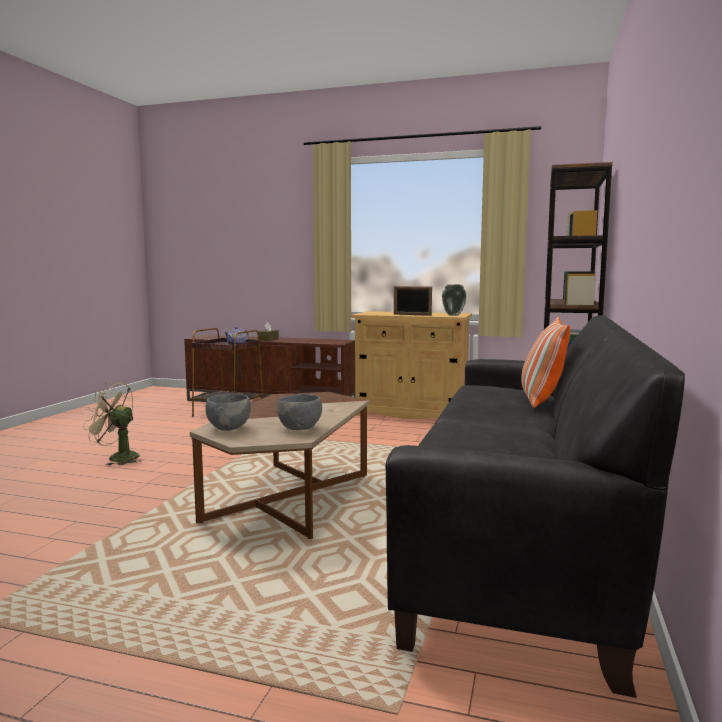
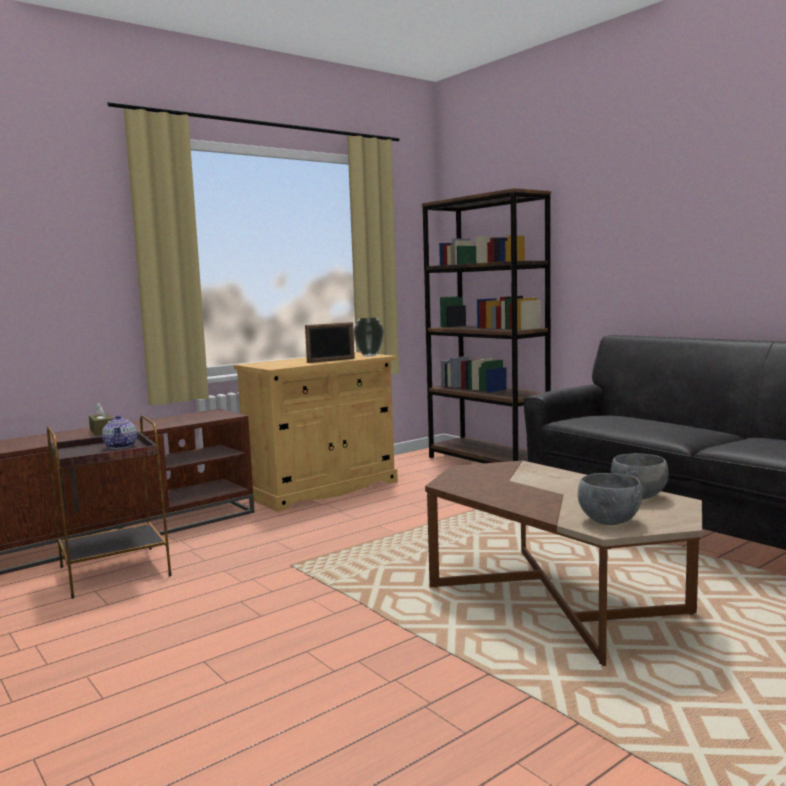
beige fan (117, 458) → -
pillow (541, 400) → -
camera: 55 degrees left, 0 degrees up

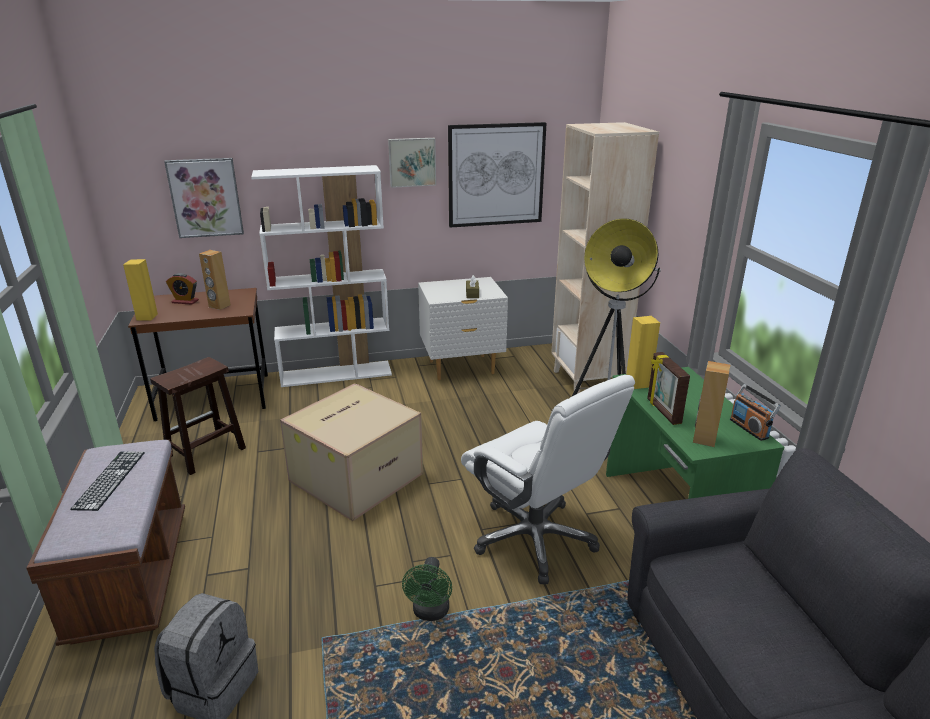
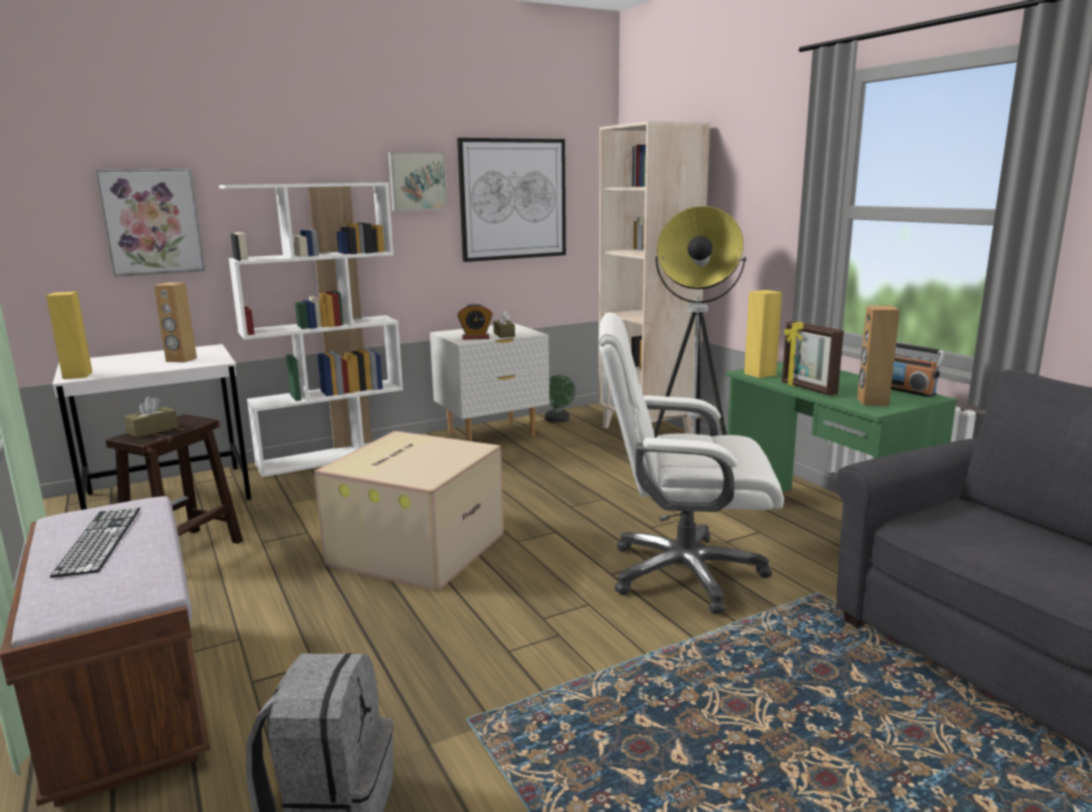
brown desk (215, 397) → white desk (169, 496)
- → brown tissue box (152, 430)
alarm clock (185, 301) → alarm clock (475, 338), shifted
green fan (430, 613) → green fan (558, 421), shifted
white office chair (535, 539) → white office chair (683, 572), 150 degrees clockwise
camera: 15 degrees left, 10 degrees down

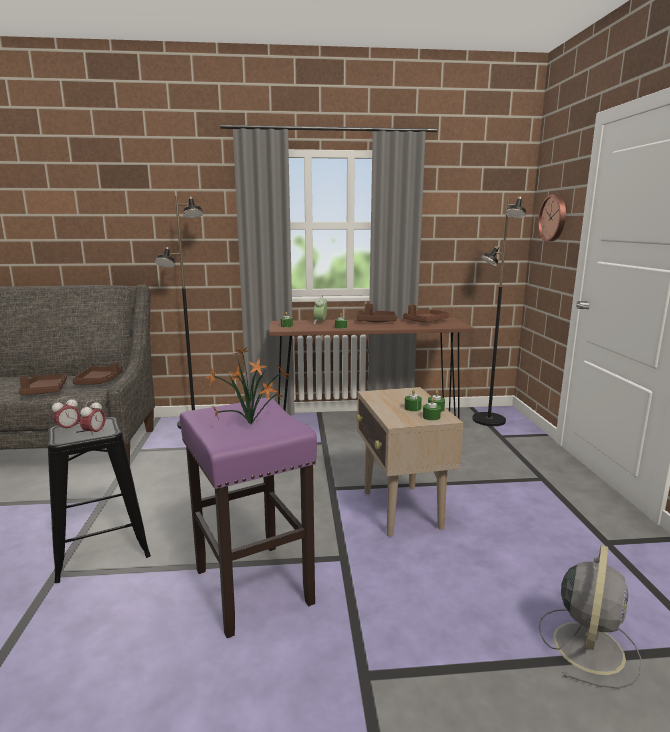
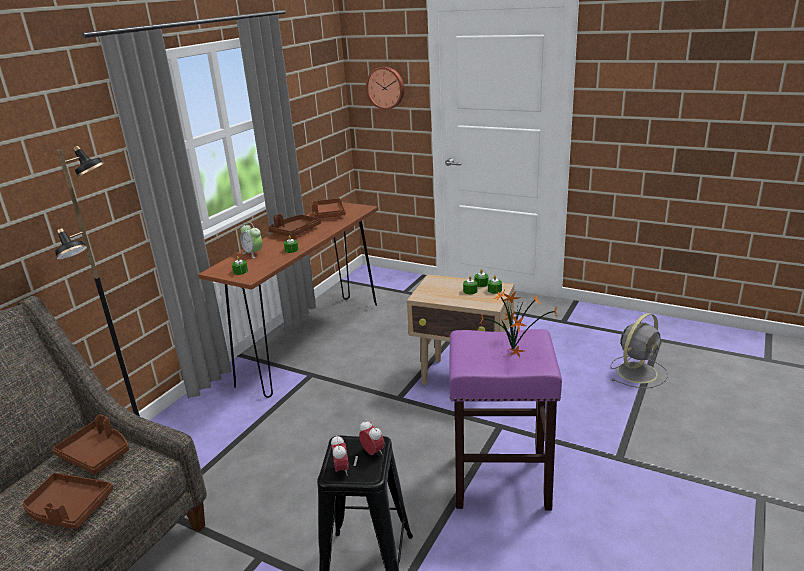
grey fan (588, 645) → grey fan (638, 371), 75 degrees clockwise
black floor lamp (488, 420) → -
camera: 55 degrees left, 10 degrees up

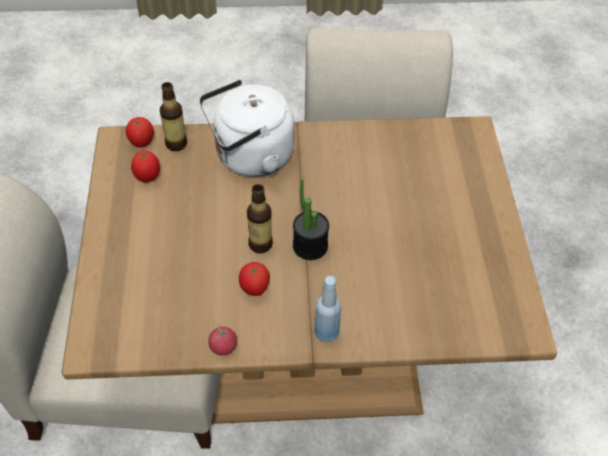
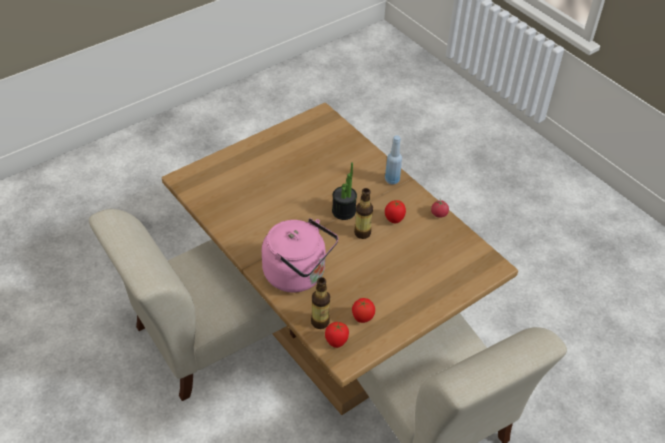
white kettle (250, 157) → pink kettle (298, 275)
camera: 125 degrees left, 5 degrees down

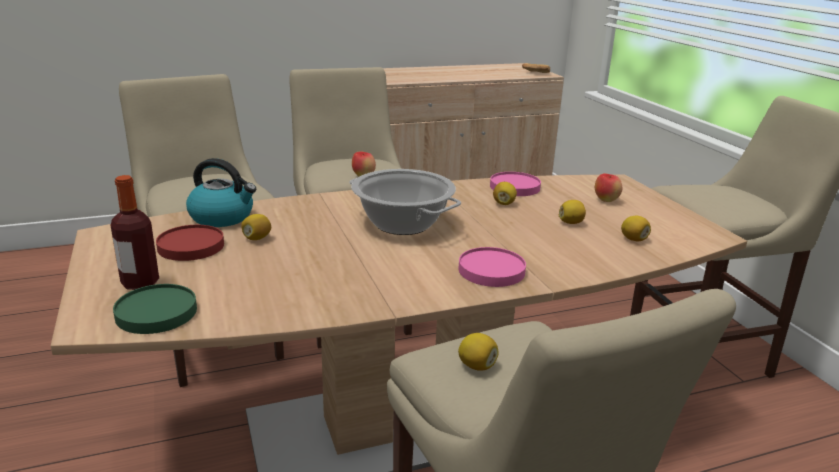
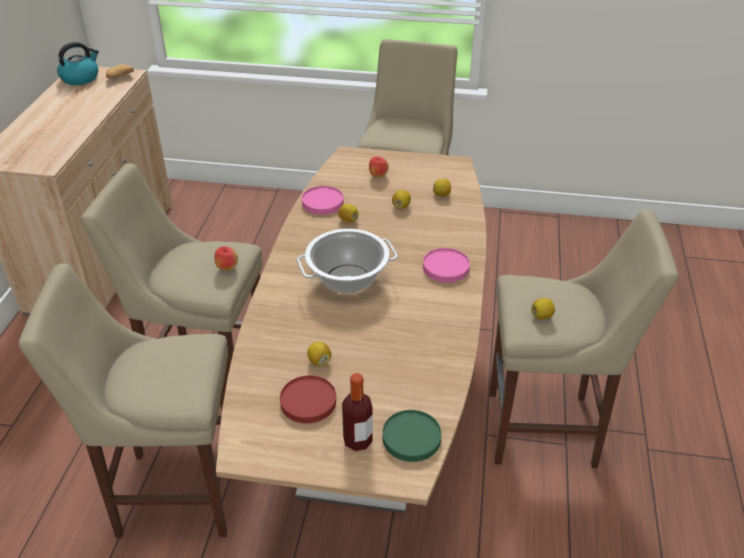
kettle (223, 217) → kettle (80, 78), shifted
camera: 60 degrees left, 15 degrees up

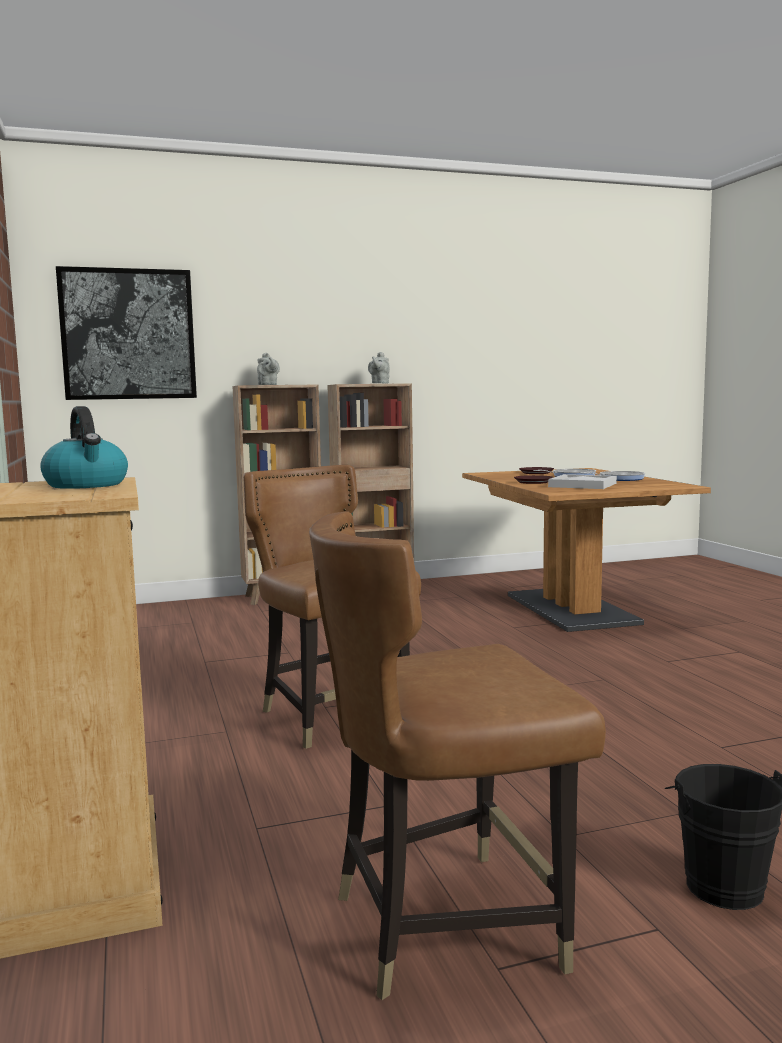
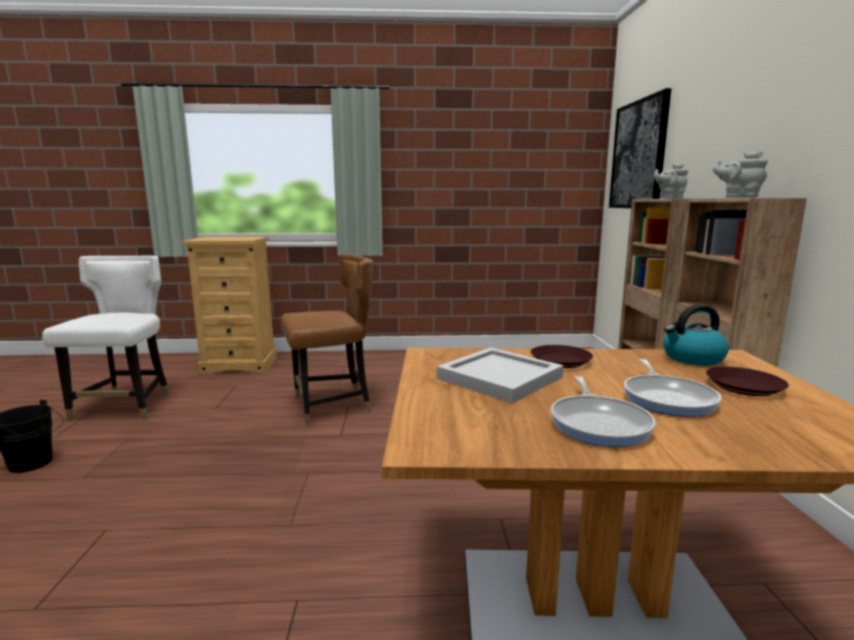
brown chair (445, 924) → white chair (125, 407)
kettle (87, 485) → kettle (692, 358), shifted
camera: 105 degrees right, 5 degrees up

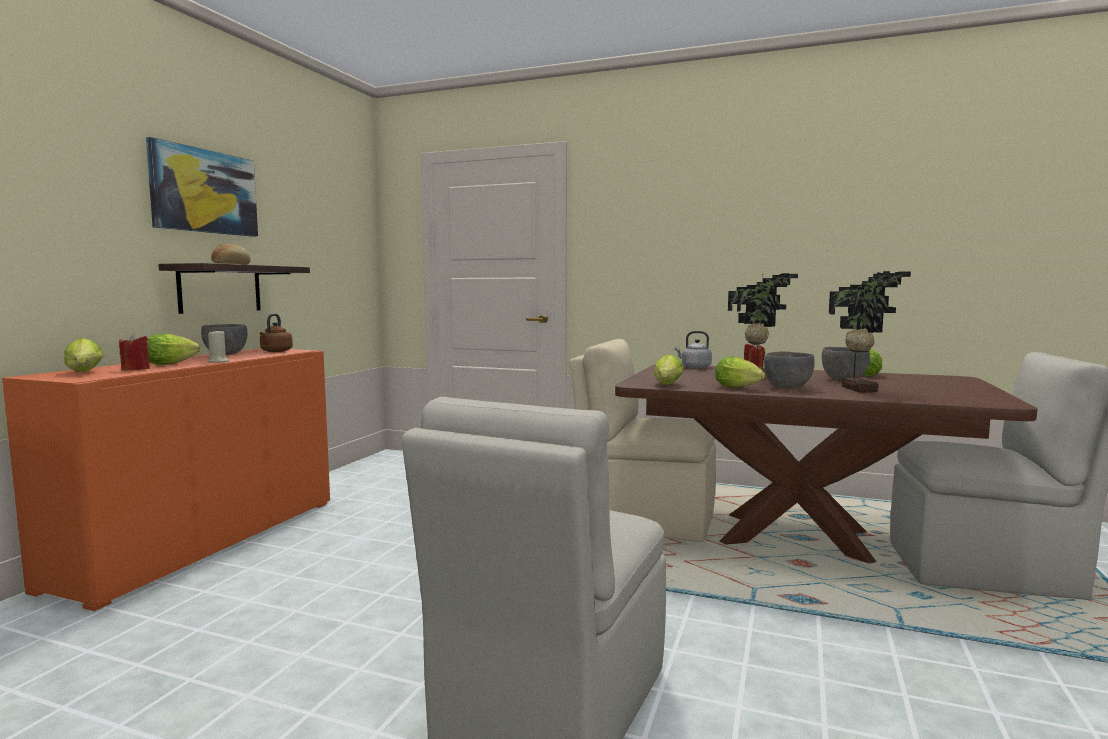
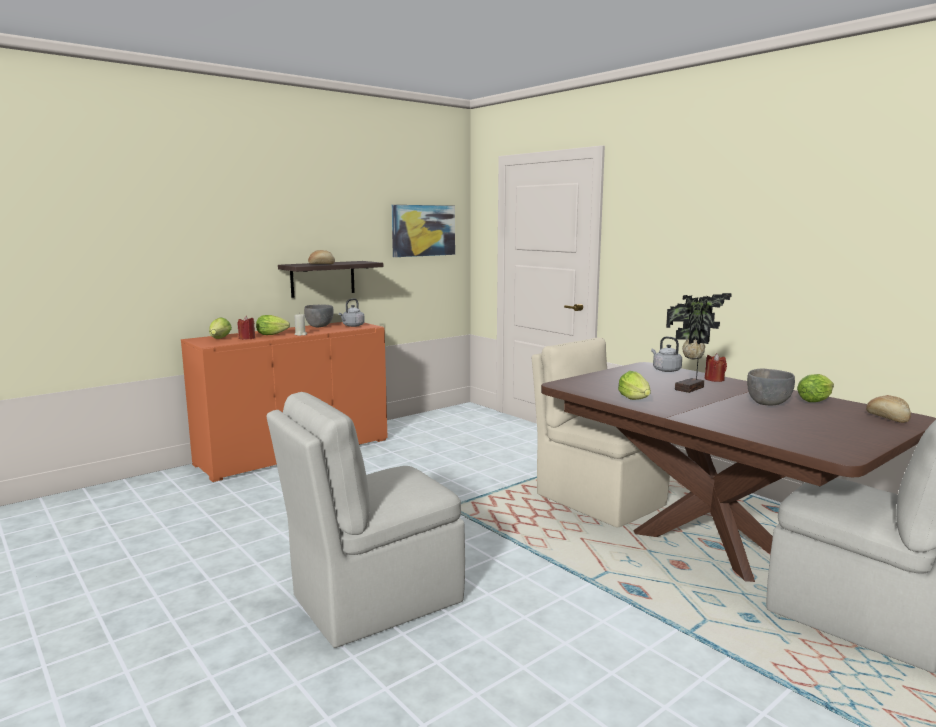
brown kettle (275, 351) → grey kettle (352, 326)
picture (204, 191) → picture (423, 230), shifted
- → bread (887, 418)
lettuce (667, 385) → -
grey bowl (787, 387) → -
potted plant (861, 389) → -
camera: 30 degrees right, 5 degrees up

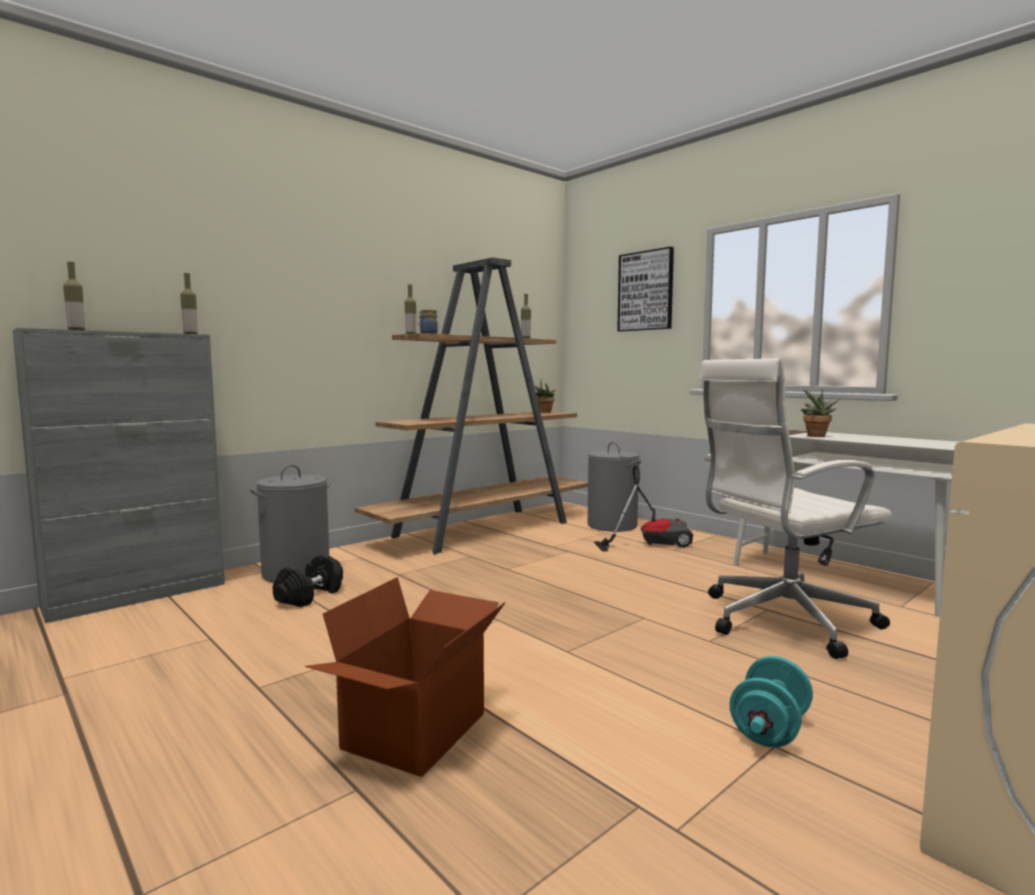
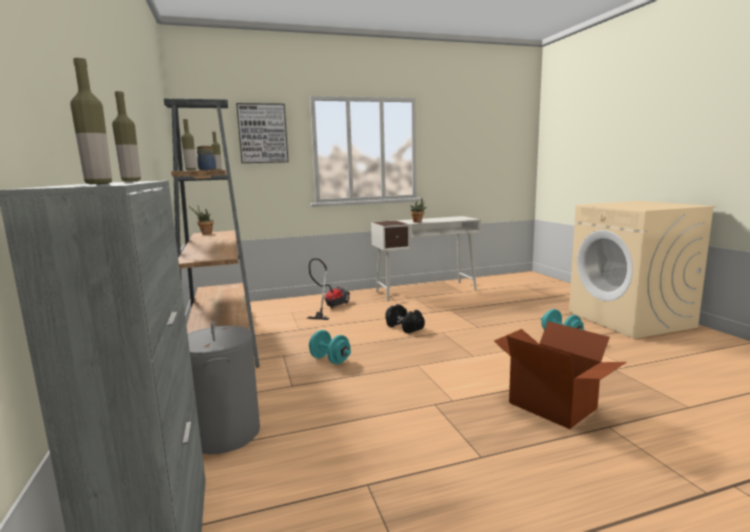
- → turquoise dumbbell (330, 360)
black dumbbell (310, 596) → black dumbbell (405, 327), shifted
grey laundry basket (612, 525) → -
white office chair (782, 620) → -
camera: 65 degrees left, 5 degrees up

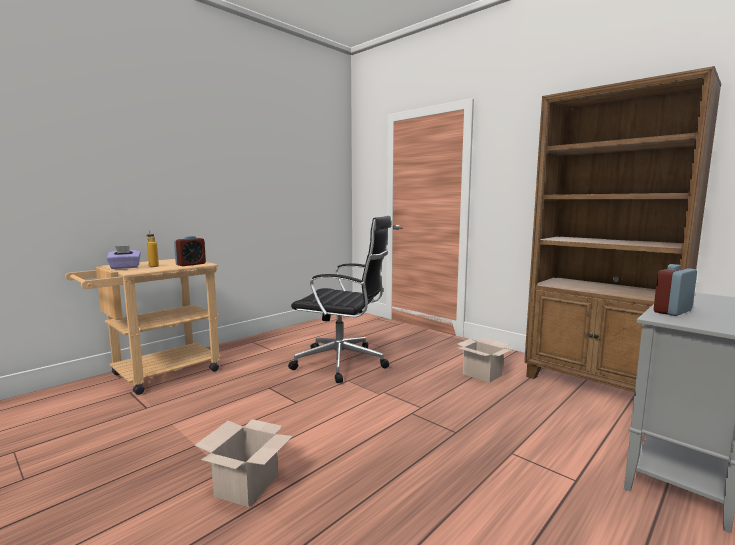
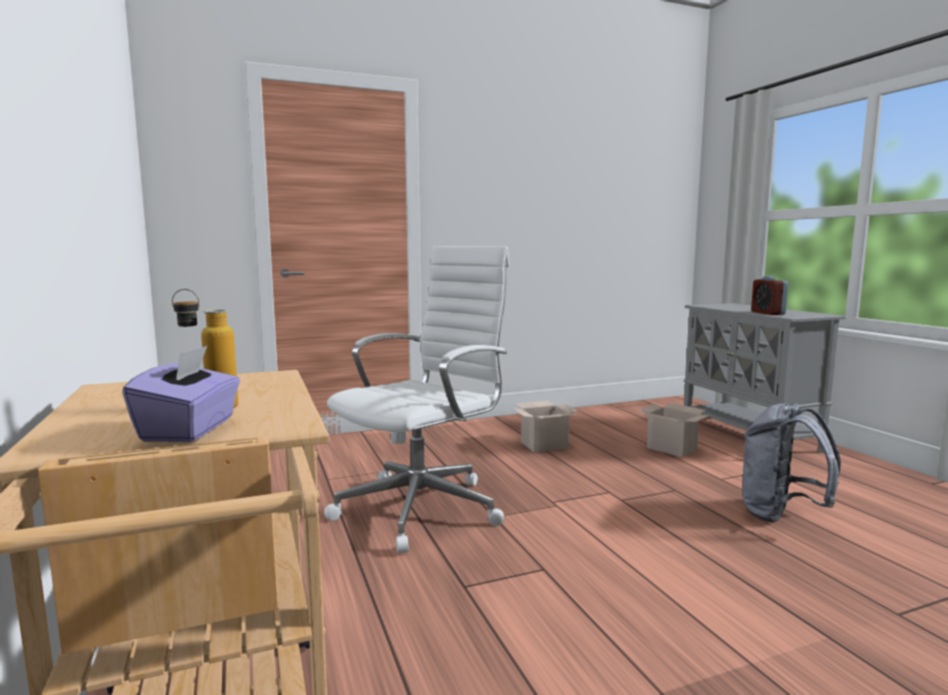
black office chair (343, 363) → white office chair (424, 507)
cardboard box (246, 487) → cardboard box (673, 448), shifted
- → grey backpack (781, 515)
alarm clock (191, 264) → -
brown bookcase (598, 386) → -
camera: 65 degrees left, 0 degrees up

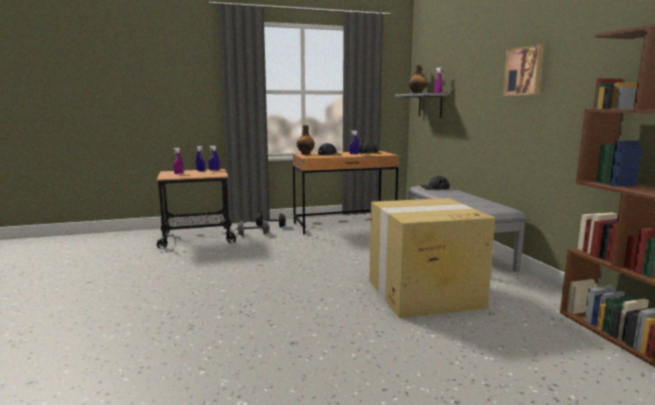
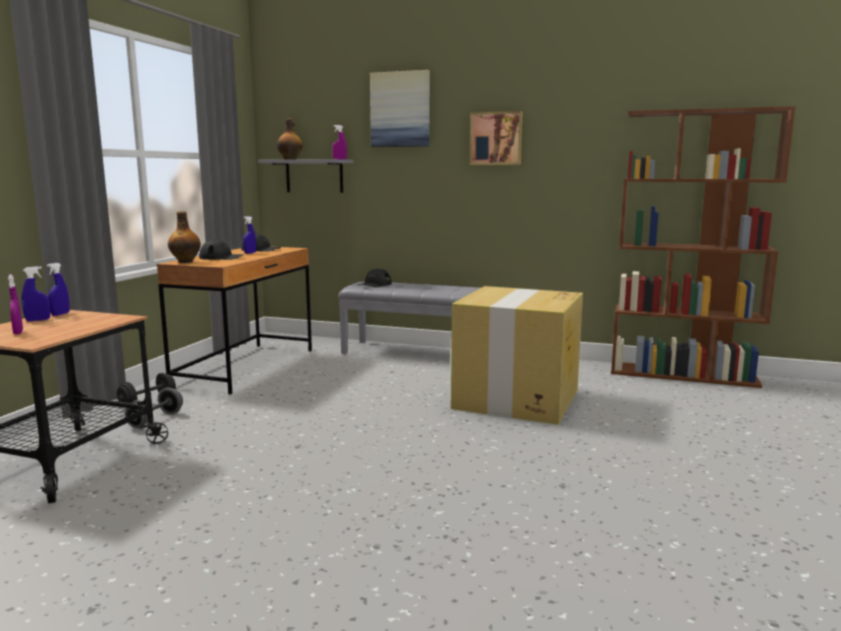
- → picture (400, 109)
camera: 55 degrees left, 0 degrees up

